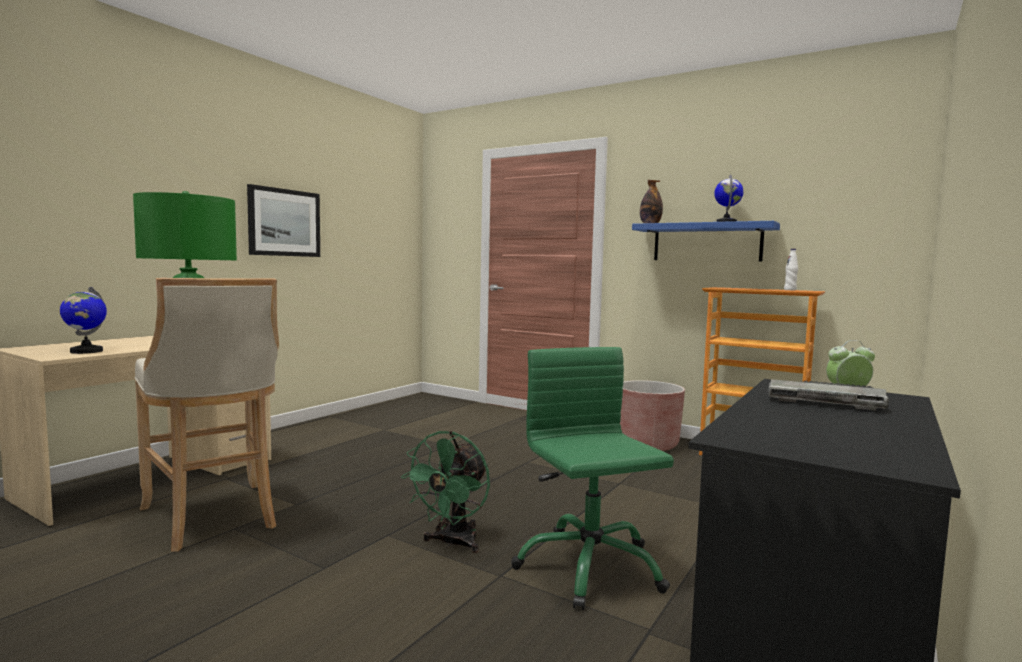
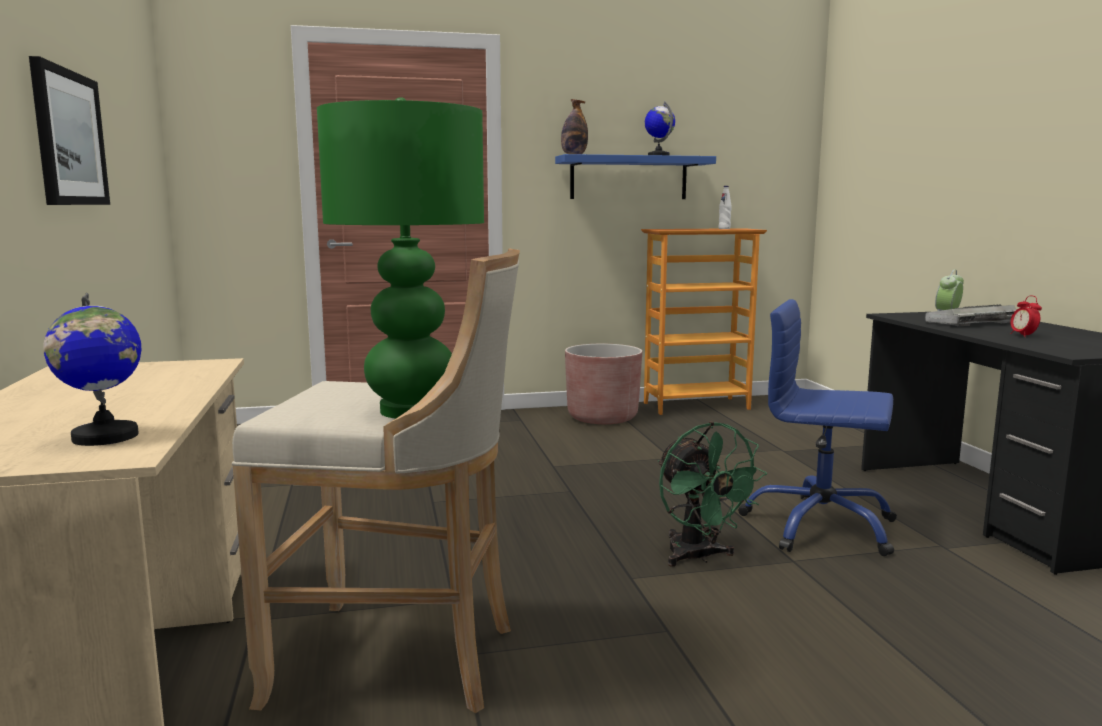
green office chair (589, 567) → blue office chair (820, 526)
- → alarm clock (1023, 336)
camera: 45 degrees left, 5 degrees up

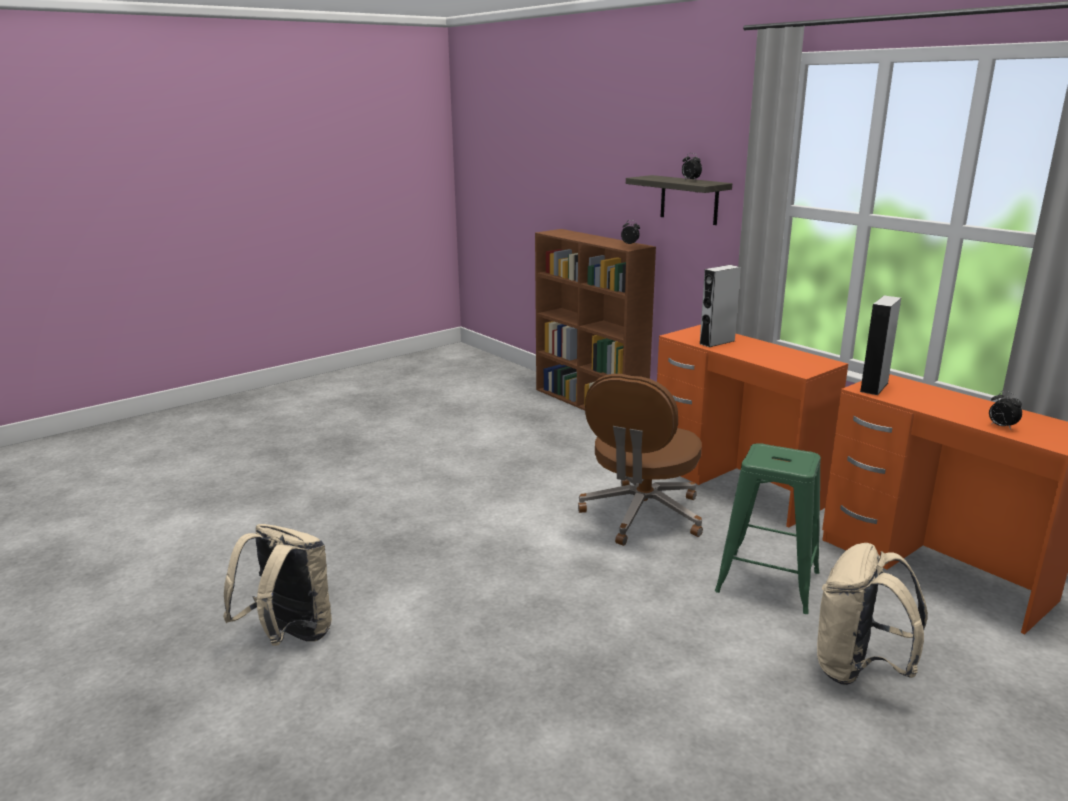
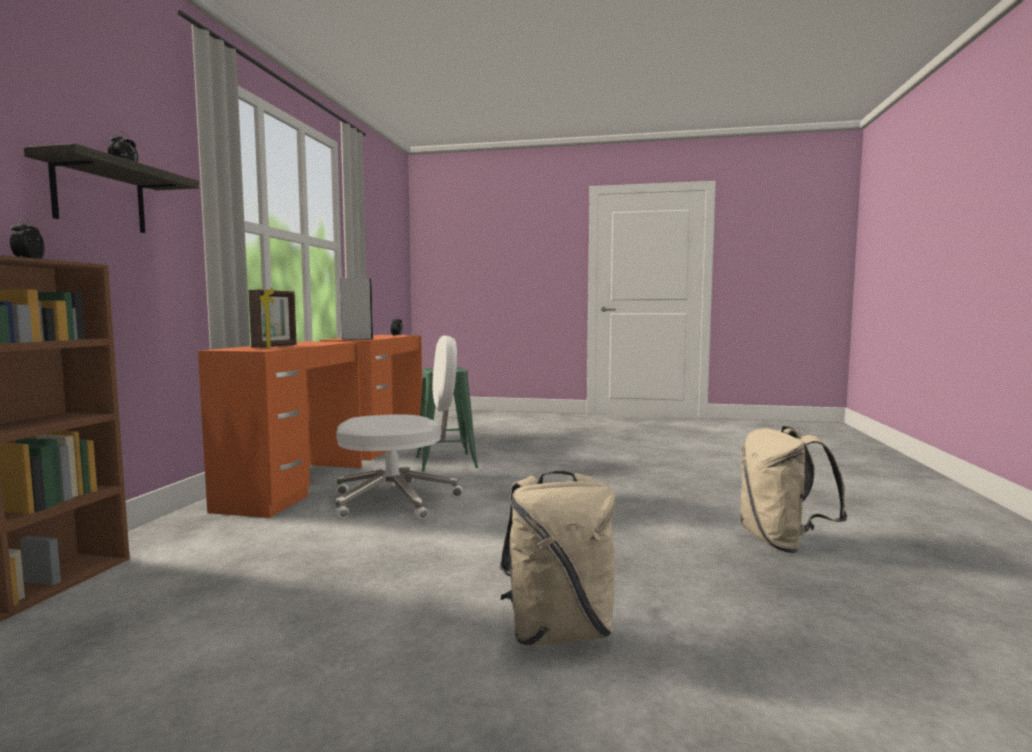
grey speaker (717, 342) → picture frame (275, 347)
brown office chair (642, 515) → white office chair (398, 499)
beige backpack (858, 669) → beige backpack (558, 631), shifted
camera: 130 degrees left, 15 degrees down

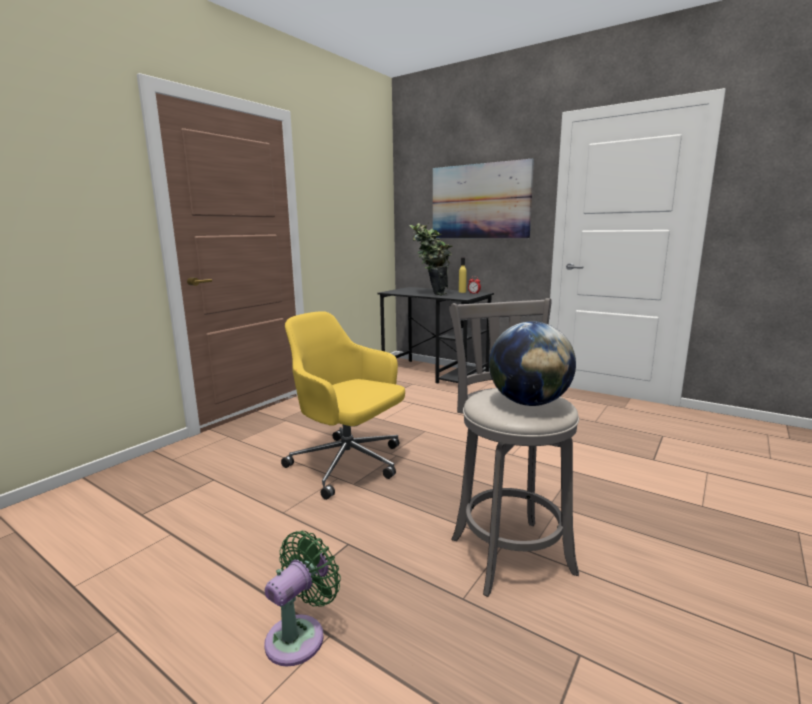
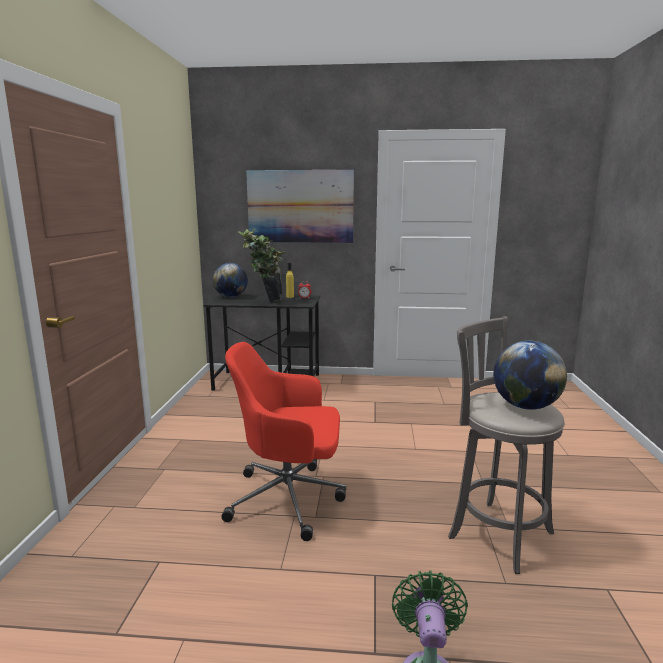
- → globe (231, 297)
yellow office chair (348, 464) → red office chair (289, 499)
camera: 30 degrees left, 0 degrees up

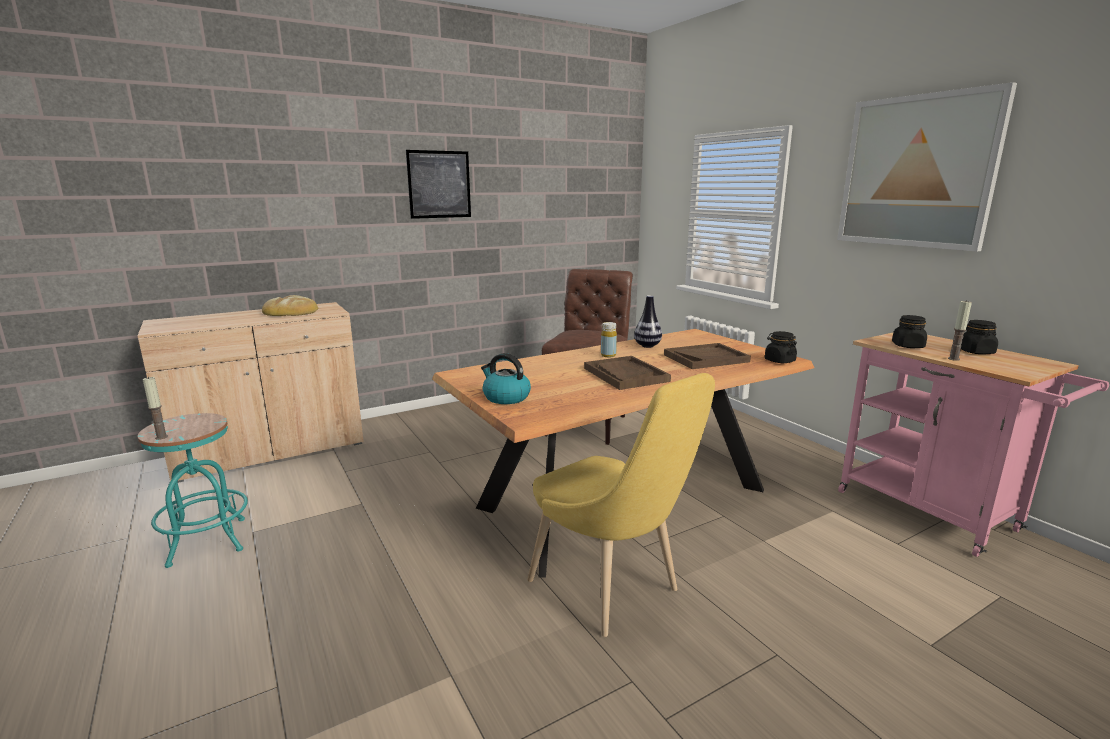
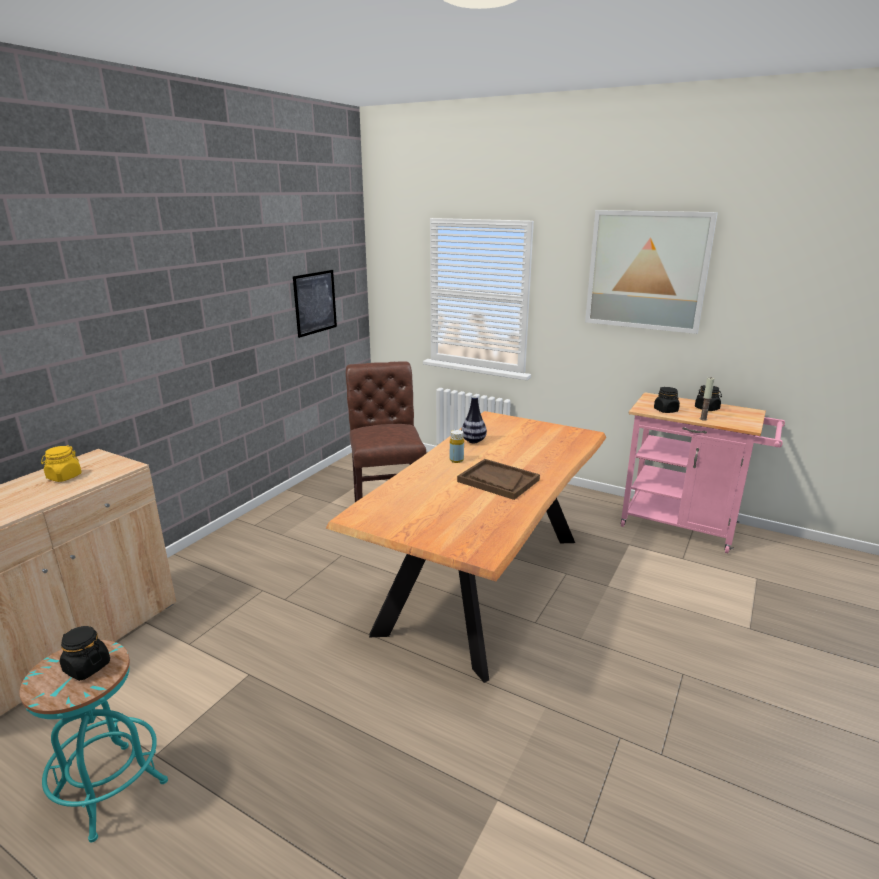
bread (291, 311) → yellow jar (64, 477)
black jar (779, 361) → black jar (87, 667), shifted
picture (439, 184) → picture (315, 302), shifted
candle (161, 437) → -
kettle (505, 397) → -
yellow chair (611, 590) → -
brown tray (706, 358) → -
camera: 30 degrees left, 5 degrees up

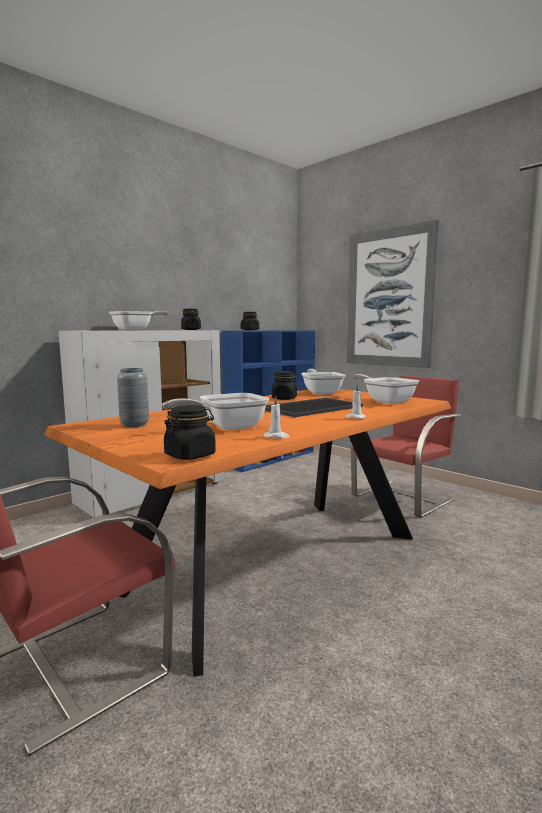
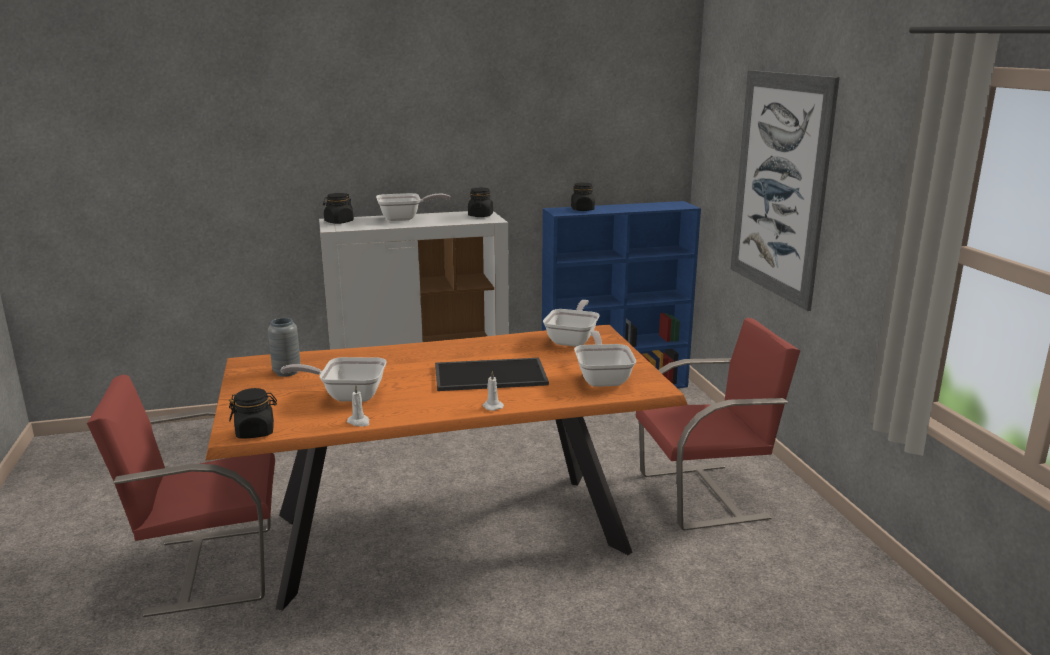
black jar (284, 398) → black jar (339, 222), shifted
camera: 30 degrees right, 10 degrees up

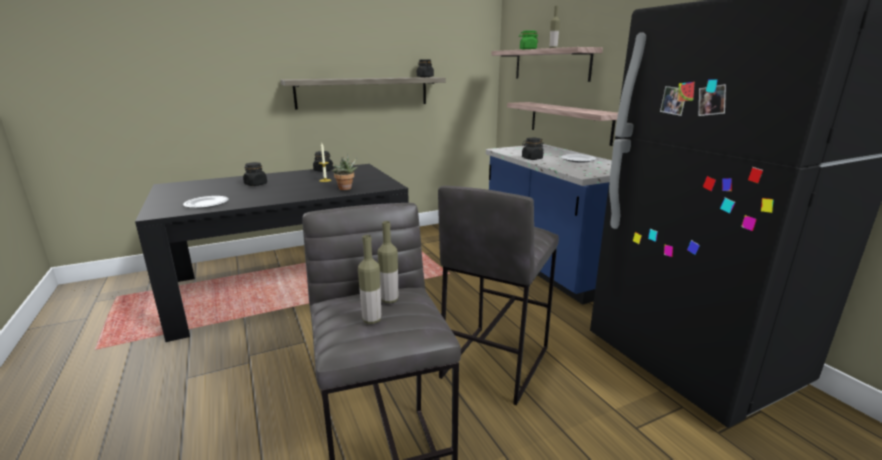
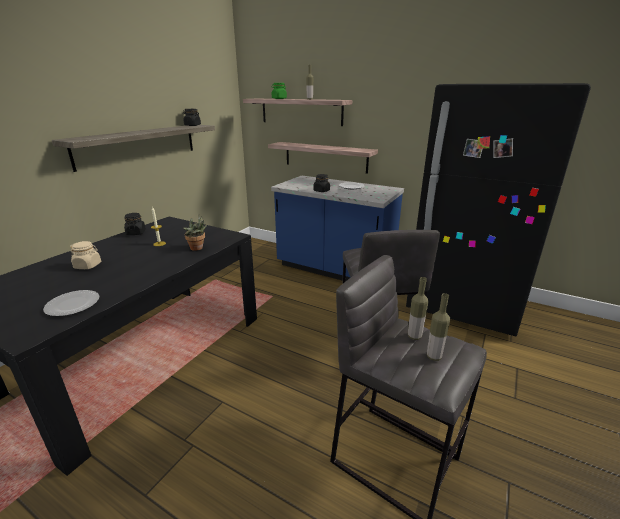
black jar (256, 184) → beige jar (88, 266)
camera: 35 degrees left, 5 degrees up

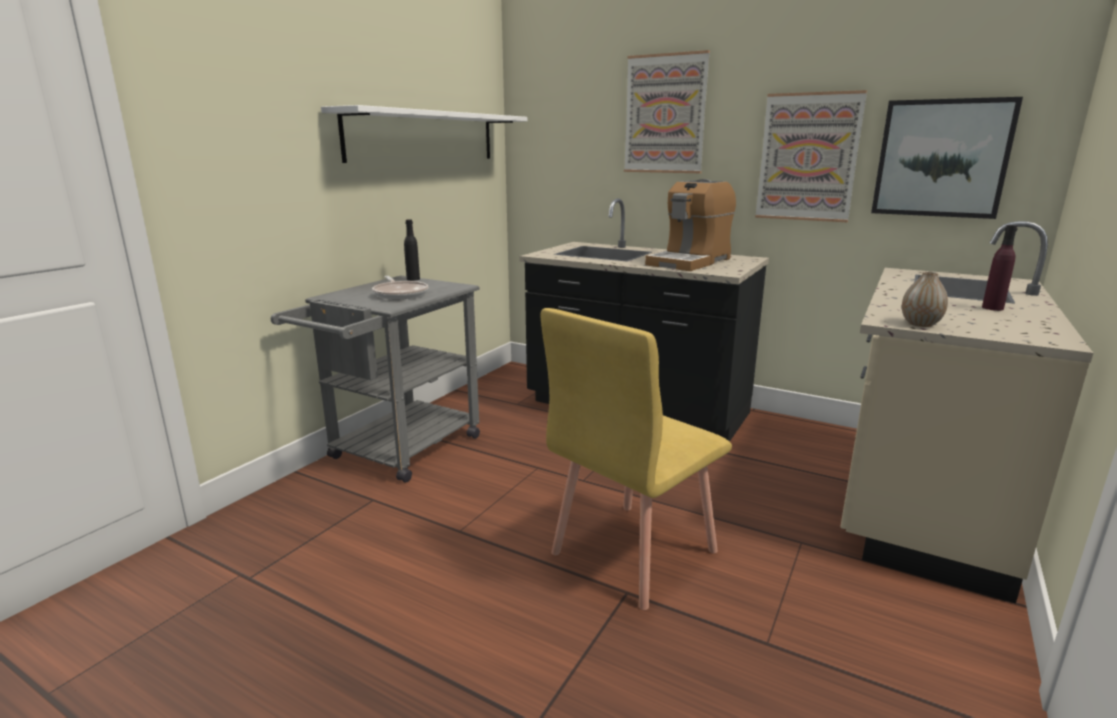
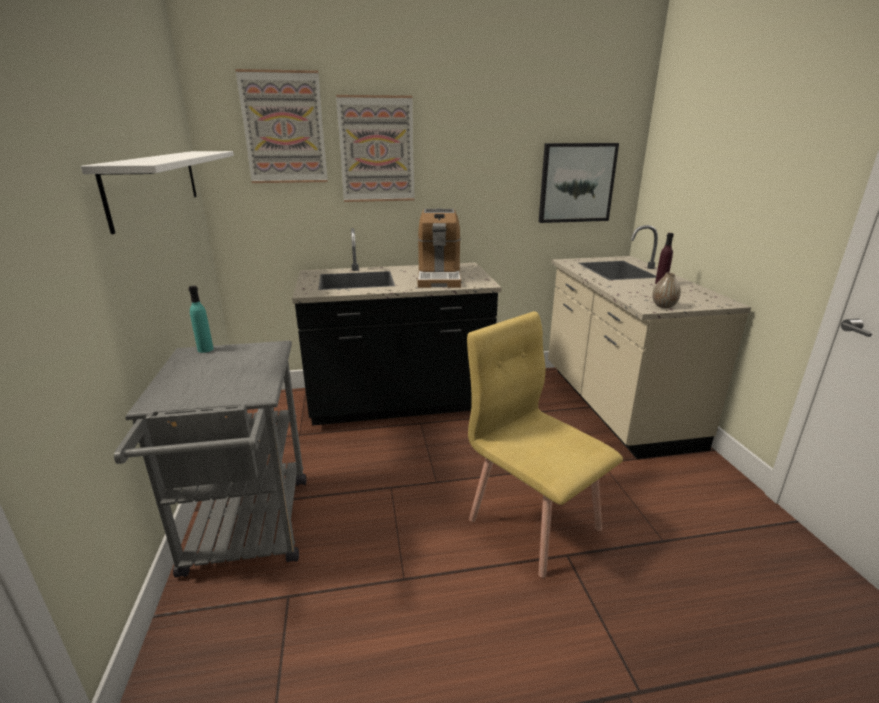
black bottle (413, 279) → turquoise bottle (205, 349)
picture (808, 157) → picture (284, 128), shifted
yellow chair (632, 552) → yellow chair (534, 522), 135 degrees clockwise
frying pan (400, 294) → -
camera: 40 degrees left, 5 degrees up

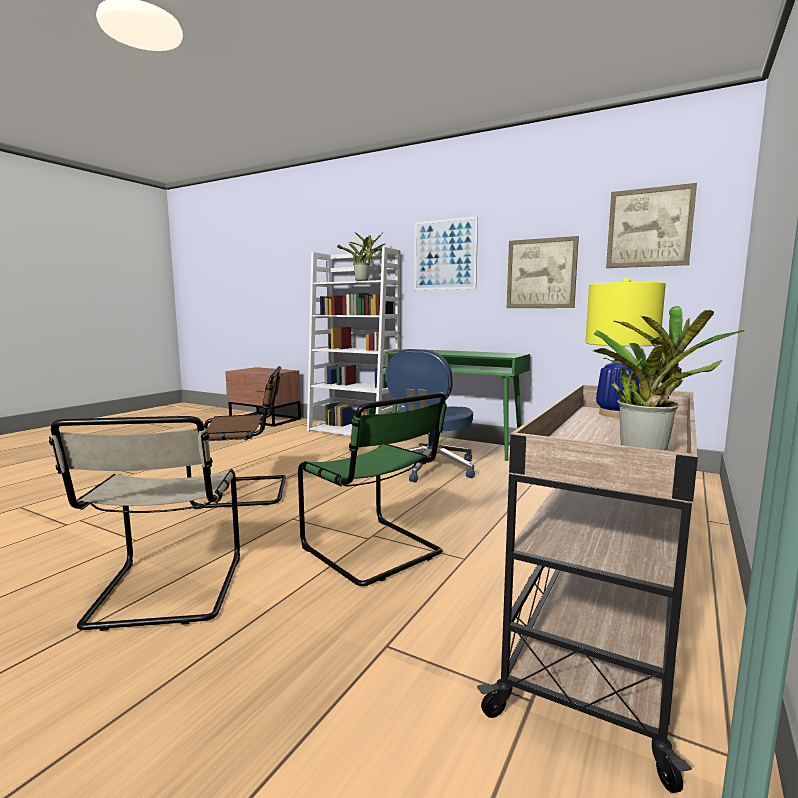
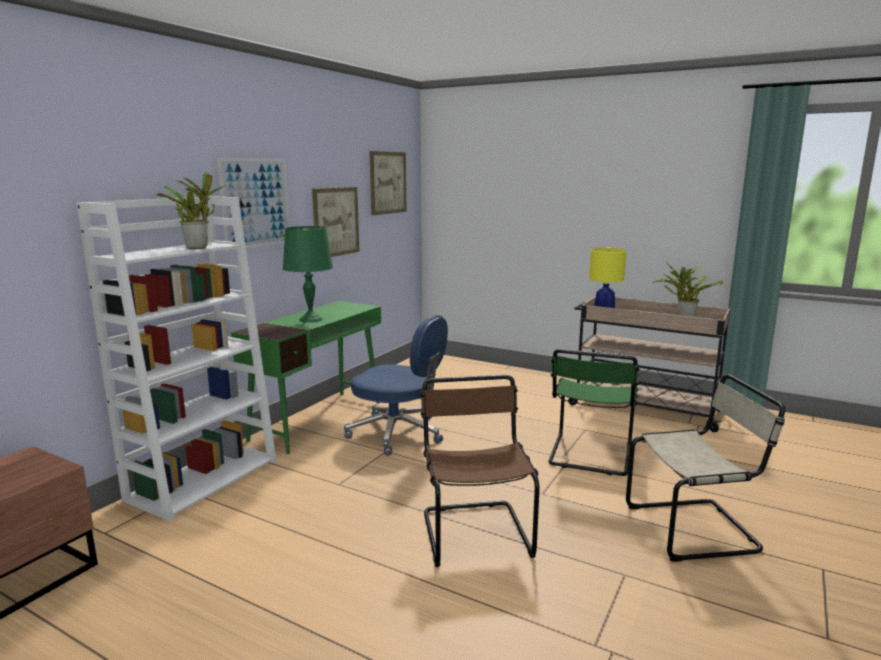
- → green table lamp (310, 319)
green chair (375, 552) → green chair (590, 456), 150 degrees clockwise
camera: 90 degrees left, 5 degrees up

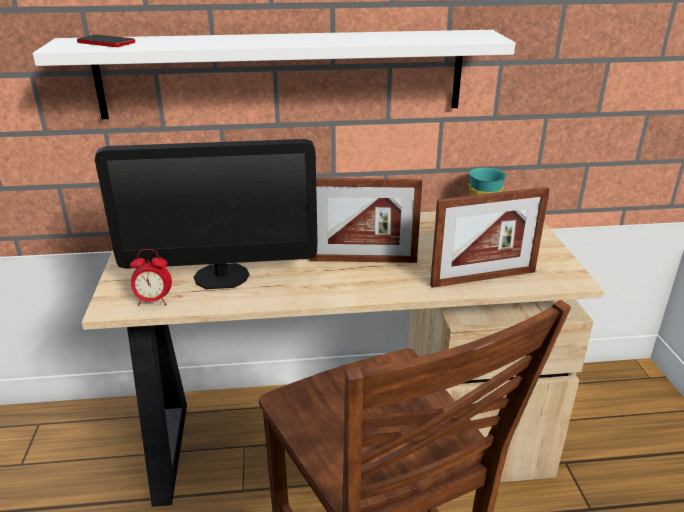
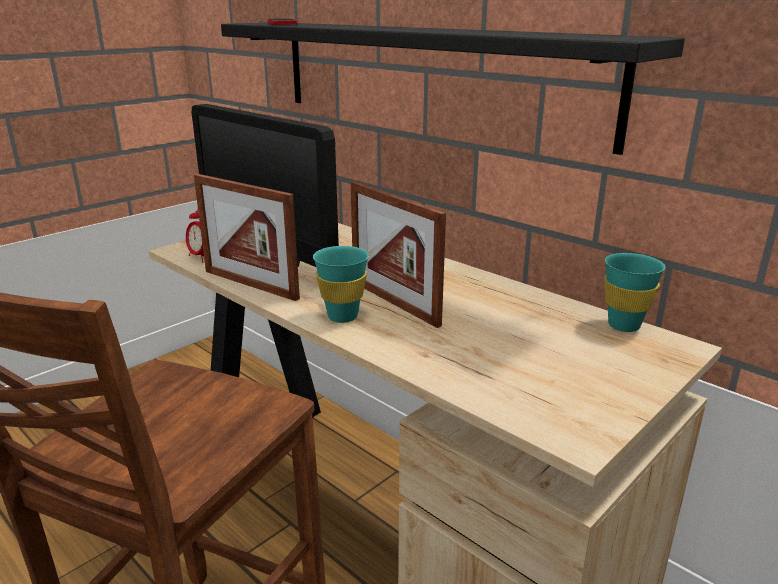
picture frame (483, 278) → picture frame (250, 285), shifted
white shelf (282, 74) → black shelf (428, 76)
- → turquoise cup (342, 316)
camera: 50 degrees right, 5 degrees down

